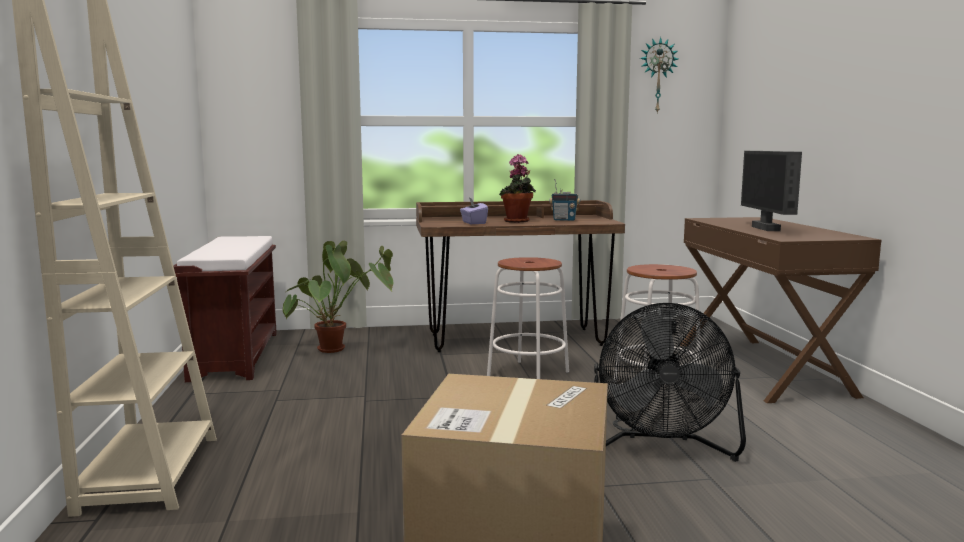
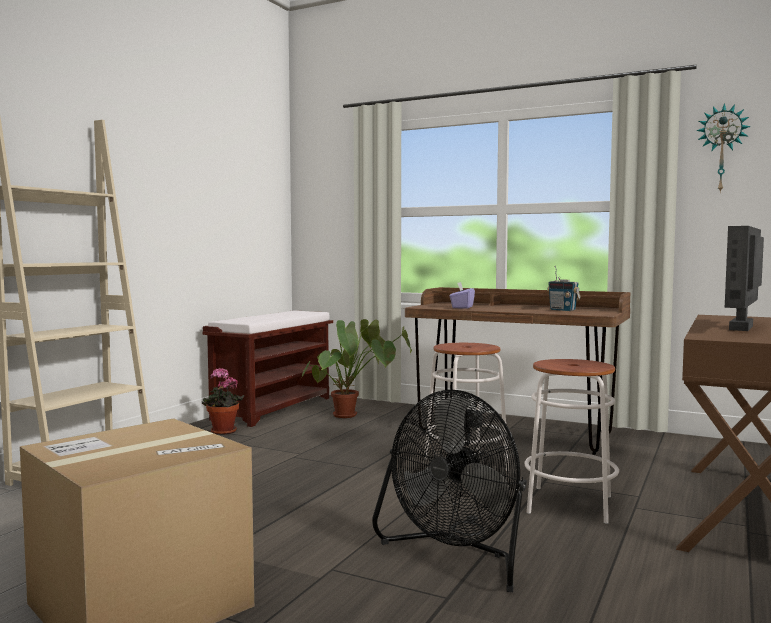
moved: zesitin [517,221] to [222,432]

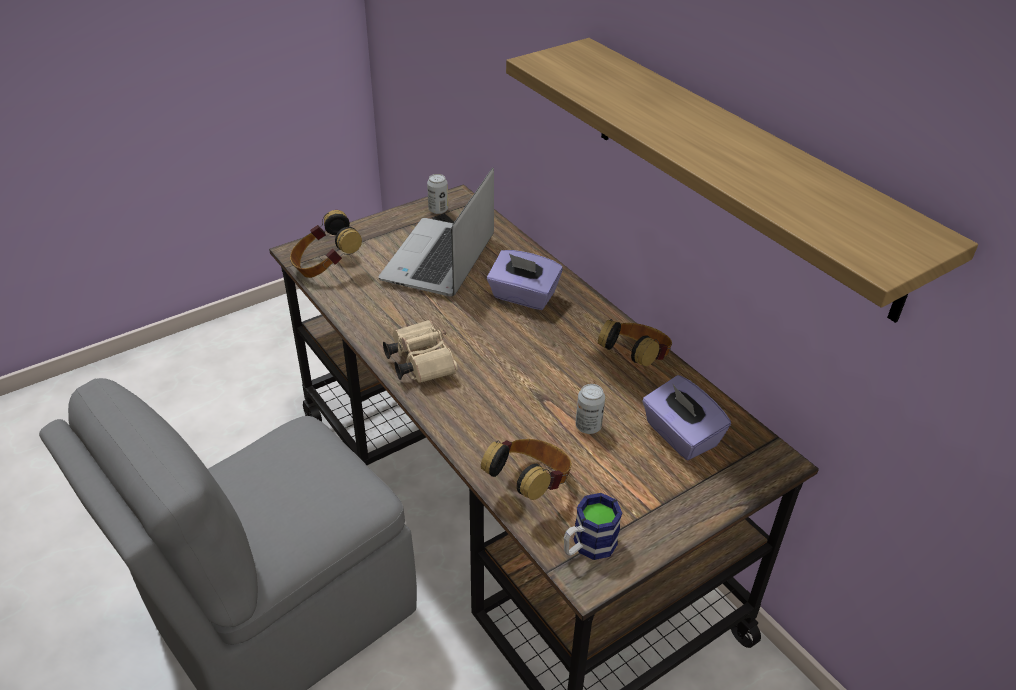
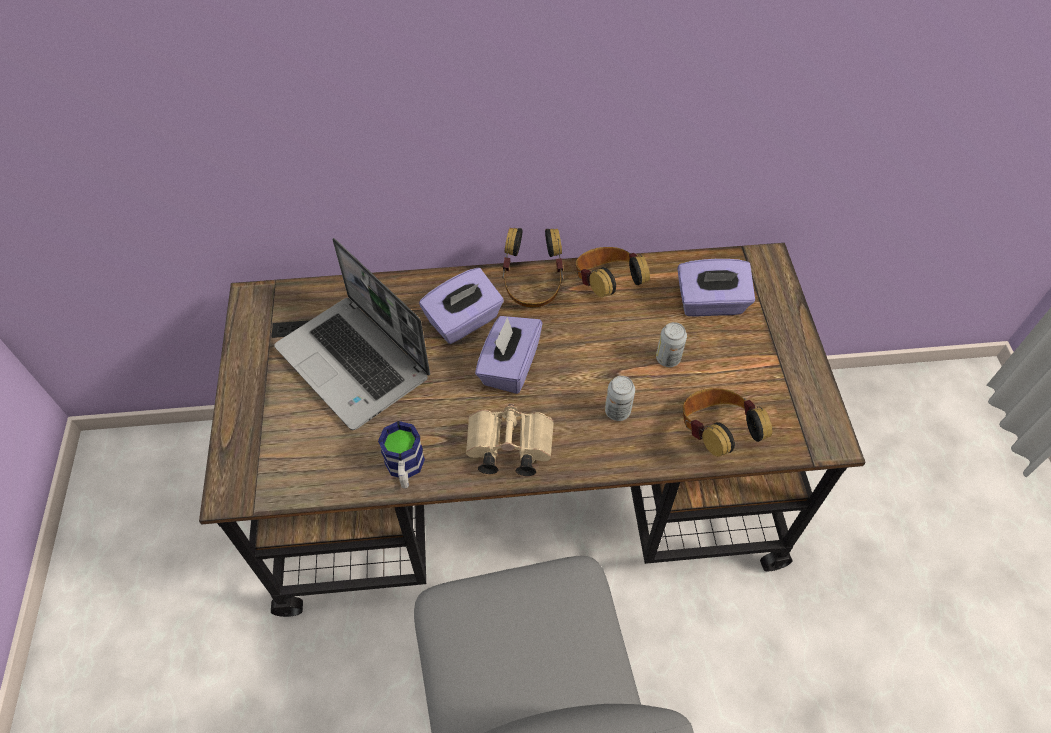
removed: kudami [739,171]
added: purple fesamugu [509,366]
moved: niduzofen [438,210] to [617,411]; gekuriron [325,266] to [532,286]; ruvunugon [587,546] to [405,469]

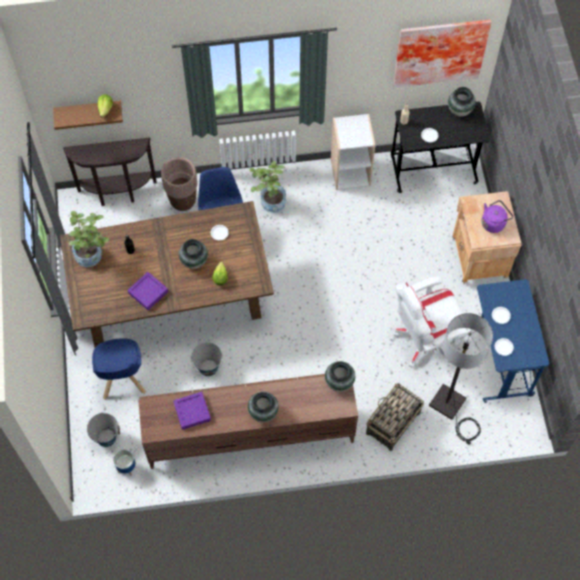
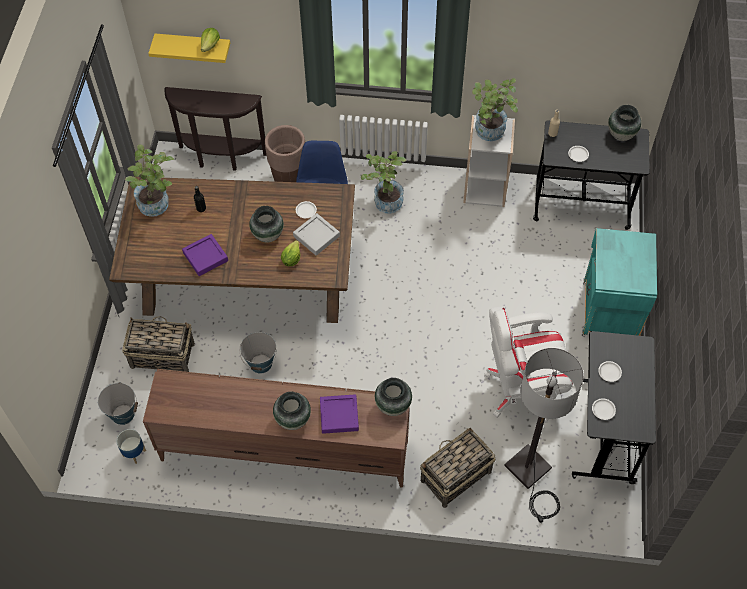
removed: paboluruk [440,50]; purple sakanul [494,223]
added: zesitin [489,133]; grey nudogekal [316,236]
moved: purple nudogekal [192,411] to [339,415]
replaced: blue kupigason [122,380] to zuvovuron [161,355]
recoloured: brown kudami [88,111] to yellow kudami [194,46]; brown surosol [479,259] to turquoise surosol [609,313]; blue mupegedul [499,360] to black mupegedul [603,432]

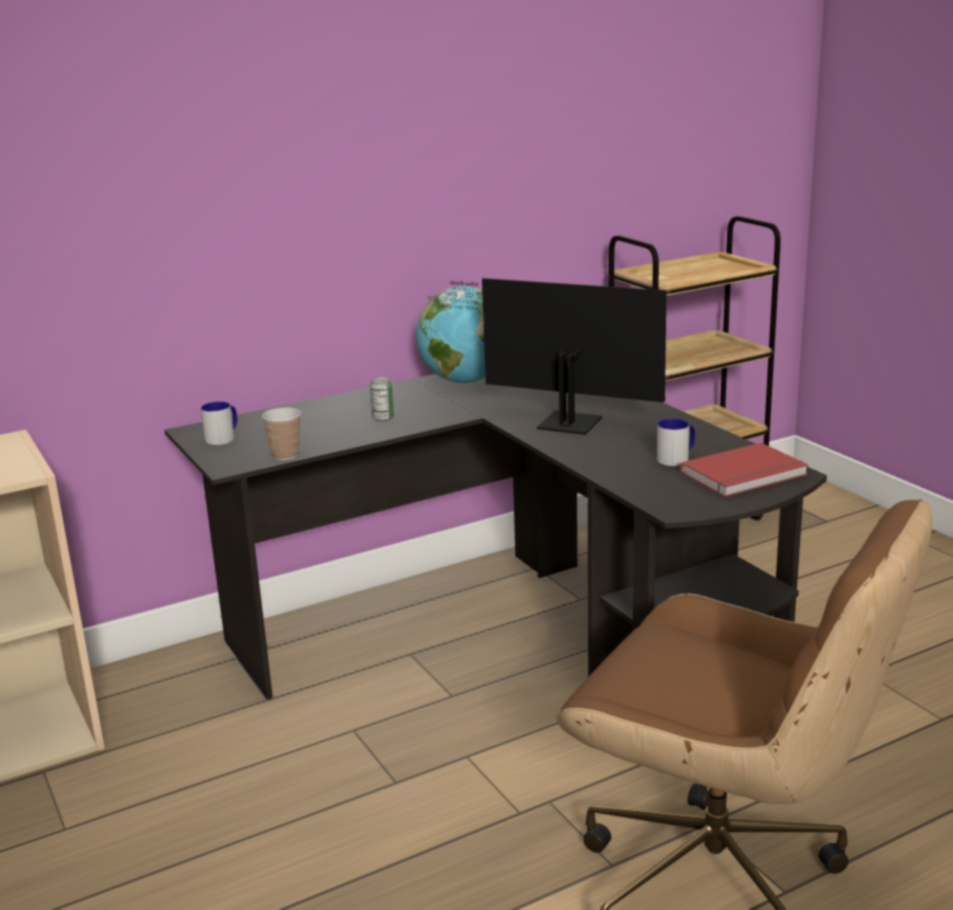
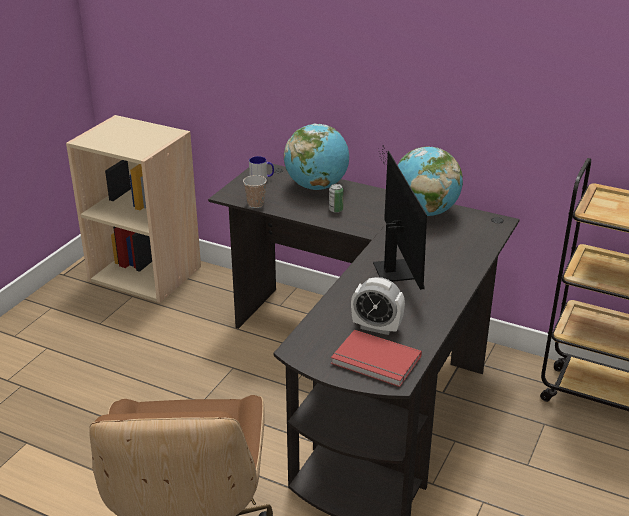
added: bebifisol [317,186]
replaced: ruvunugon [677,458] to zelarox [376,327]

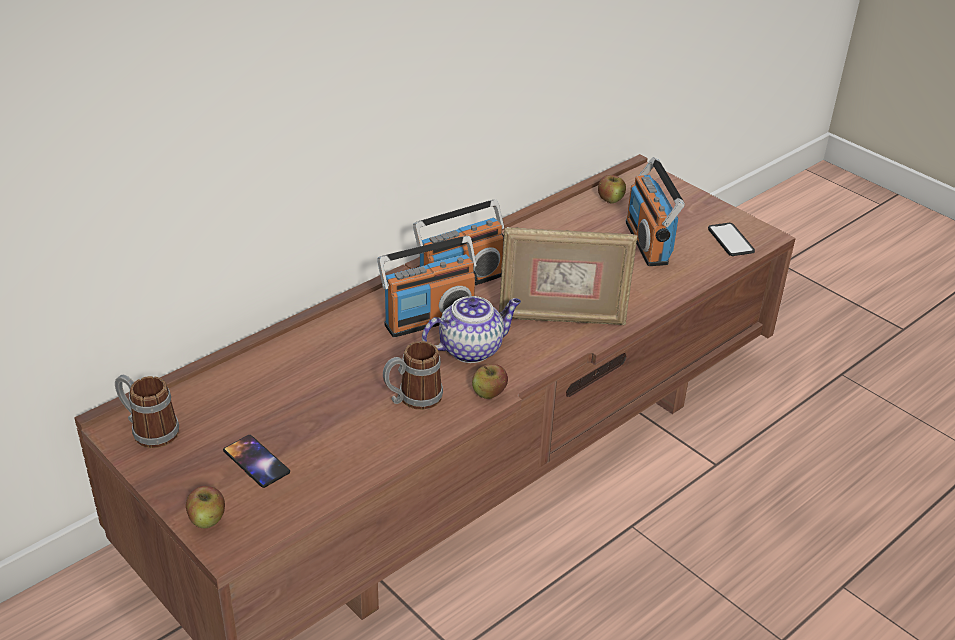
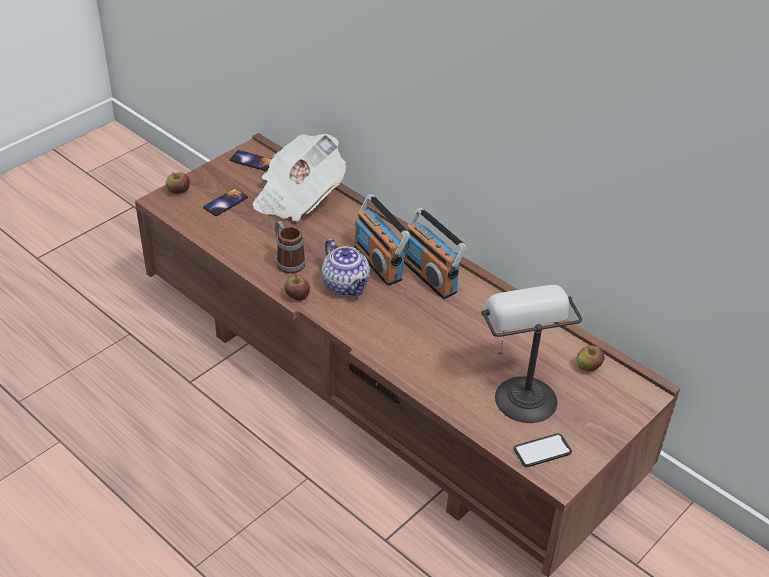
removed: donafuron [561,318]
added: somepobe [298,197]
replaced: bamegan [647,243] to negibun [519,389]; ruvunugon [149,430] to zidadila [251,161]

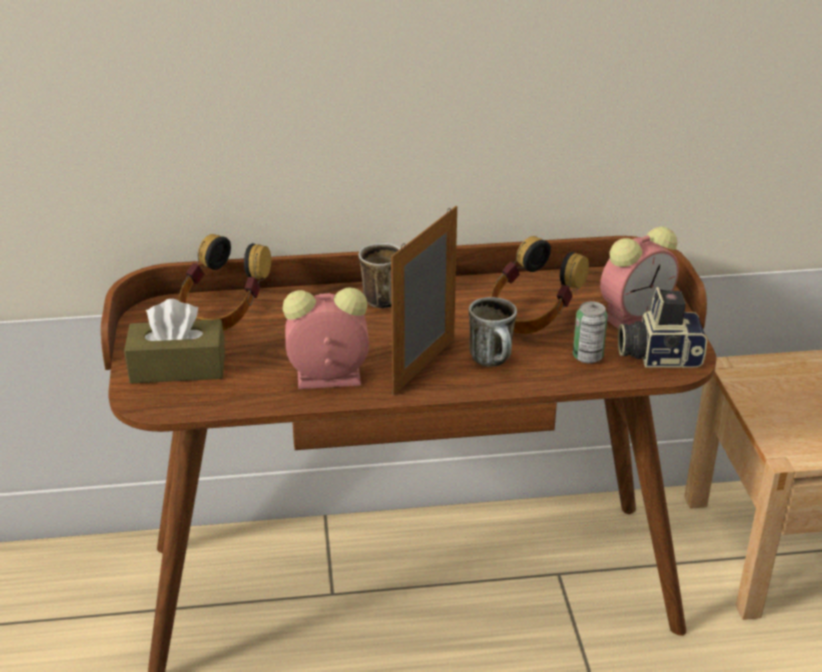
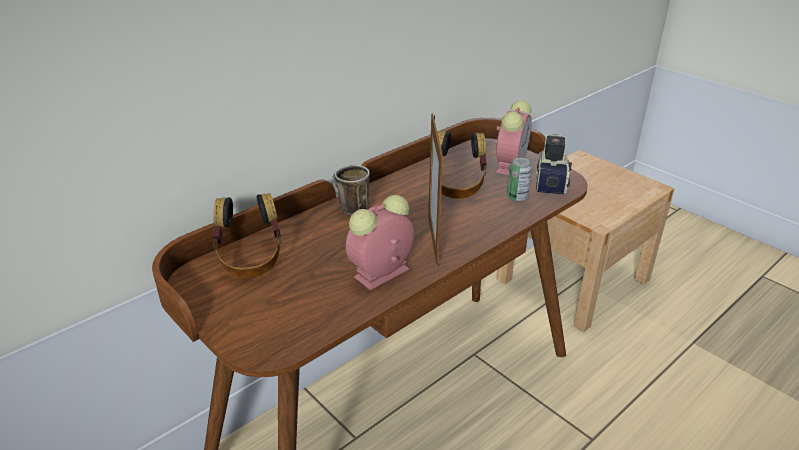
removed: ruvunugon [495,362]; brown fesamugu [178,367]
turned: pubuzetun [658,355] = [551,182] 135 degrees clockwise

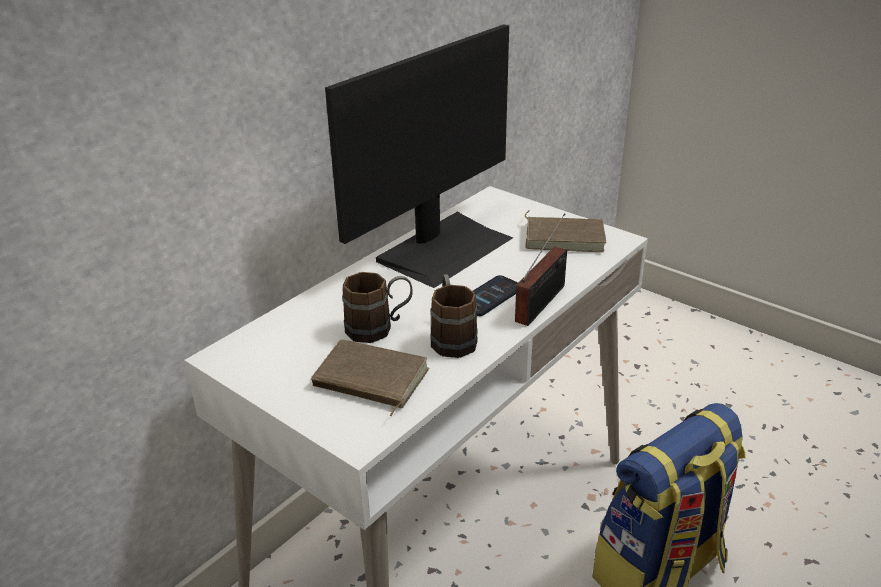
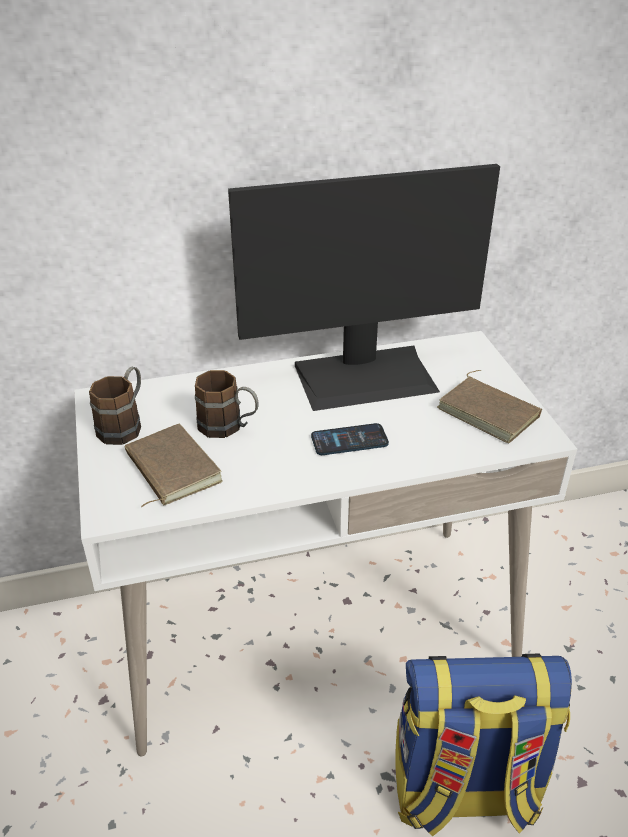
removed: bamegan [543,301]
moved: brown ruvunugon [451,337] to [125,425]

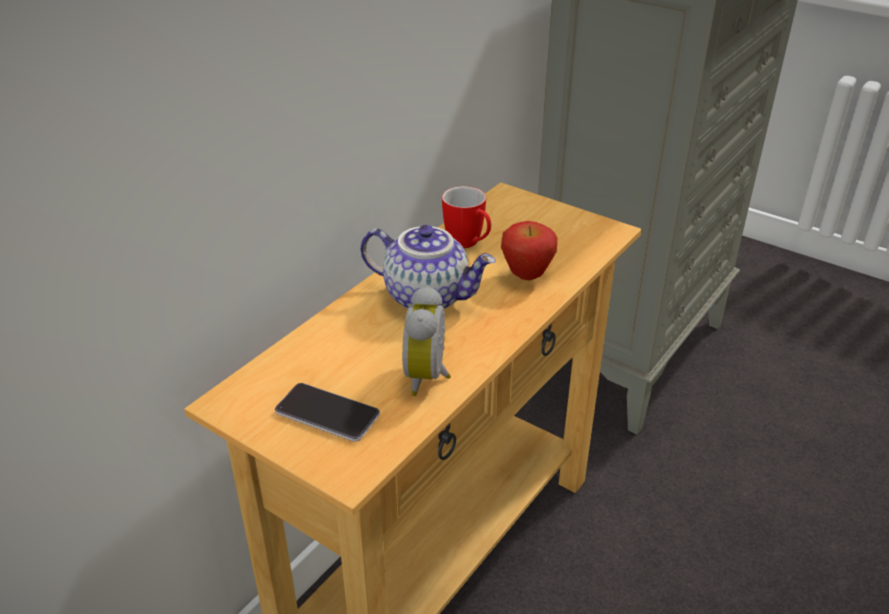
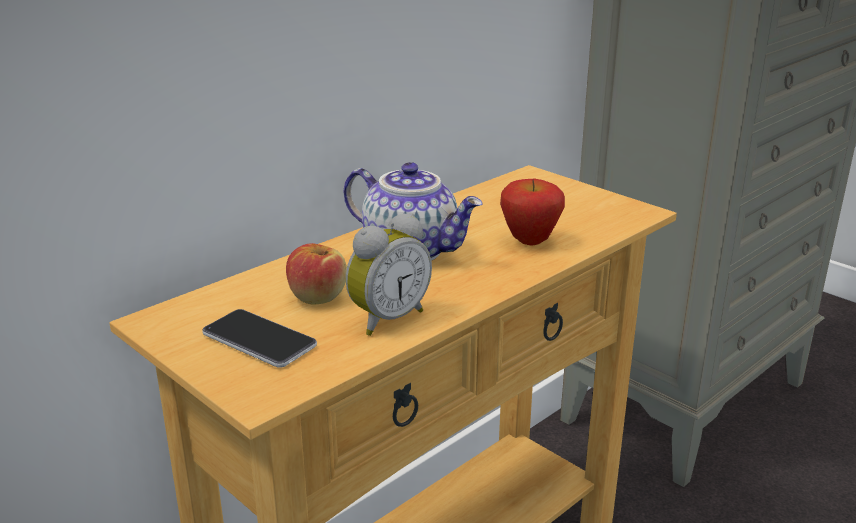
removed: ruvunugon [469,245]
added: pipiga [317,296]
turned: zelarox [429,377] = [386,318] 150 degrees counterclockwise

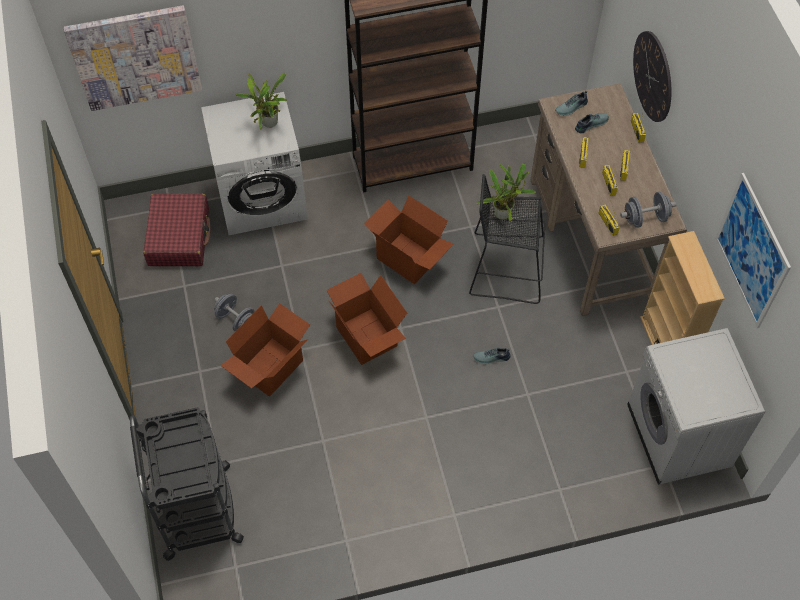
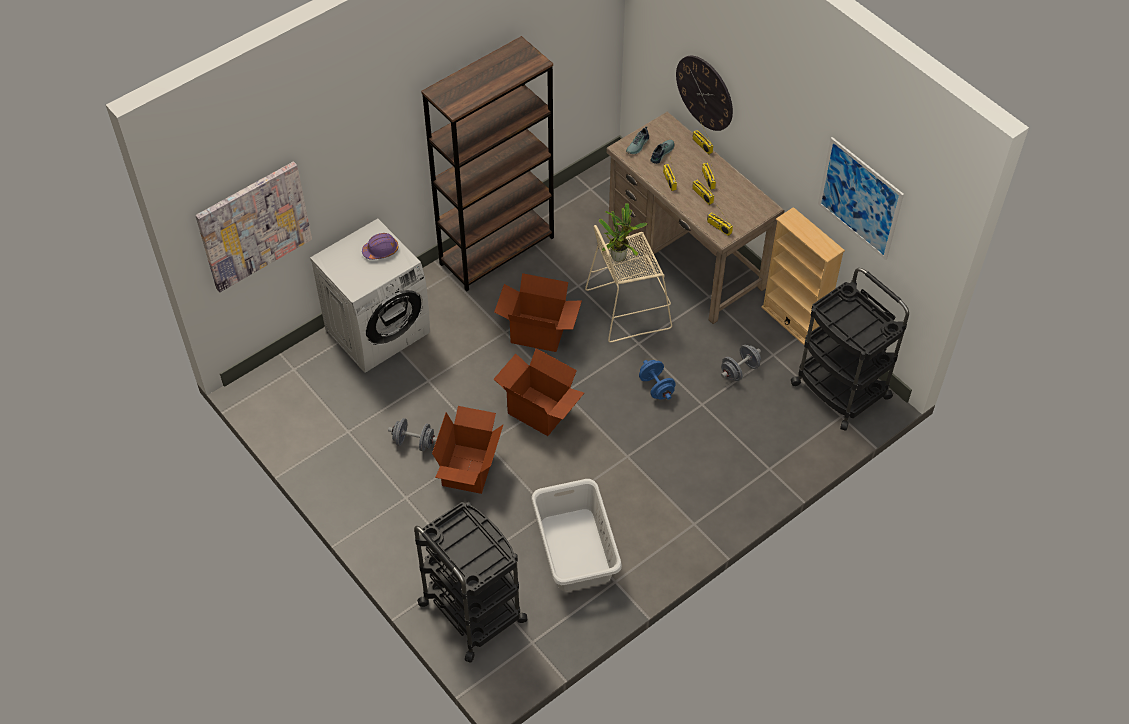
removed: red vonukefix [179,237]
added: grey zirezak [576,549]
moved: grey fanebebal [645,218] to [739,370]
replaced: zesitin [268,124] to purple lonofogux [381,250]; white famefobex [676,436] to black surosol [839,390]; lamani [491,358] to blue fanebebal [656,387]
recoloured: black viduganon [508,266] to beige viduganon [628,307]

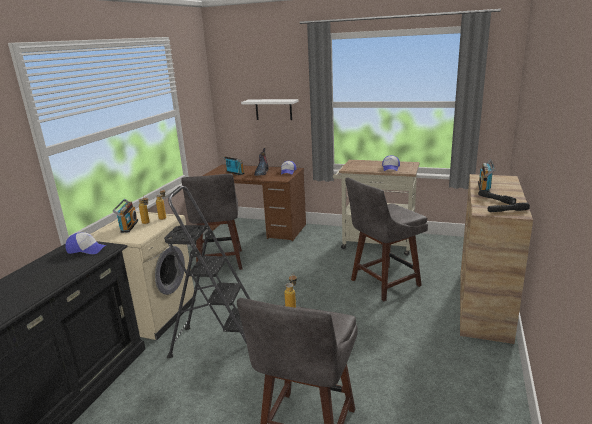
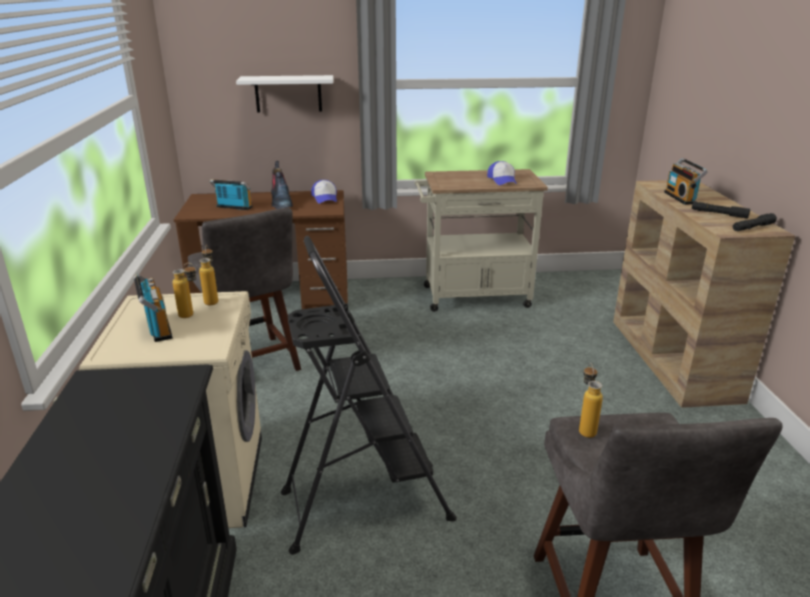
removed: grey viduganon [383,283]; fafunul [86,249]

